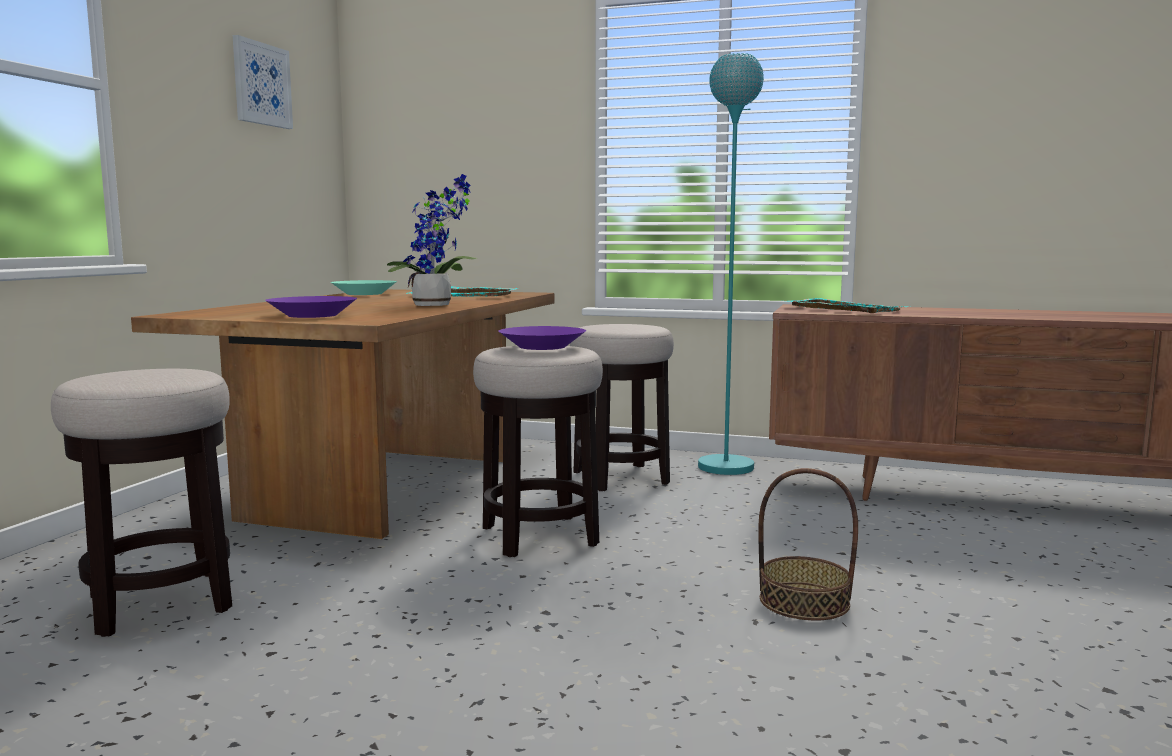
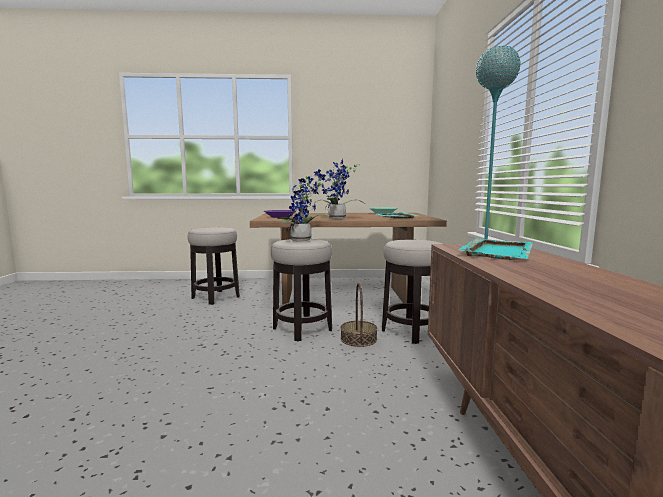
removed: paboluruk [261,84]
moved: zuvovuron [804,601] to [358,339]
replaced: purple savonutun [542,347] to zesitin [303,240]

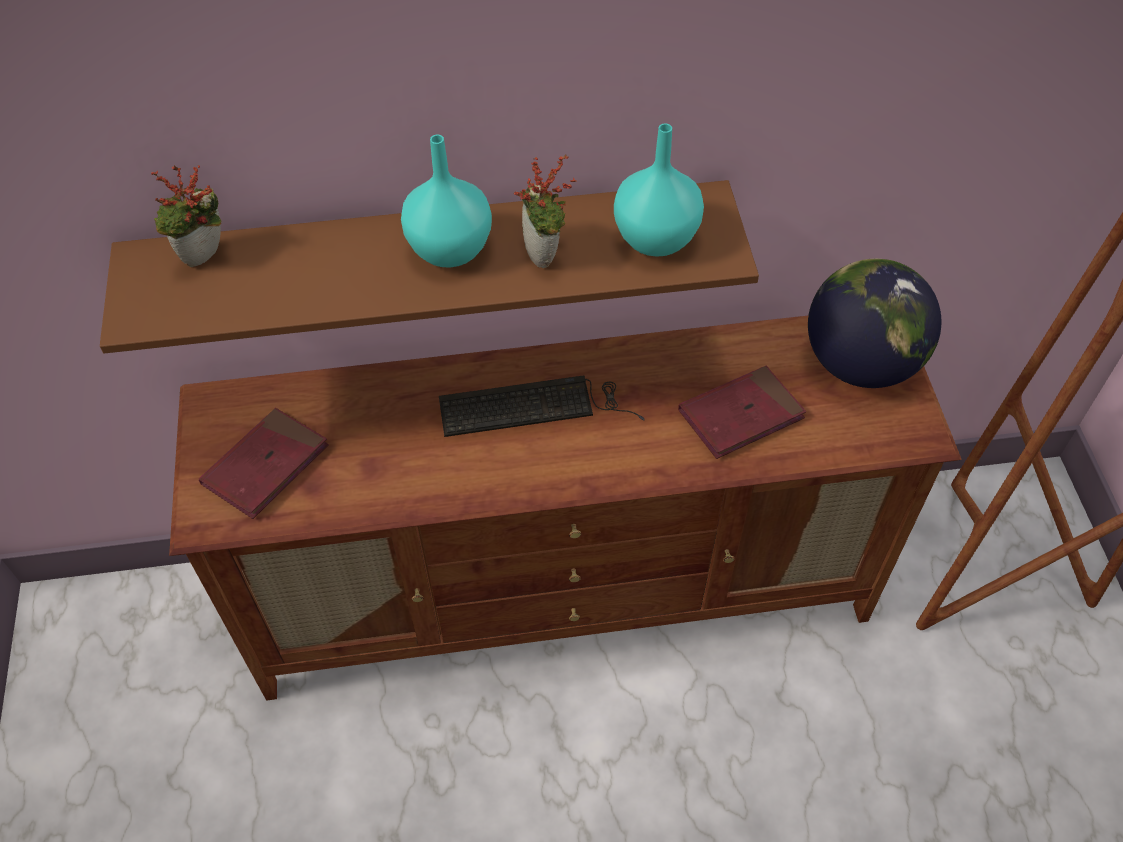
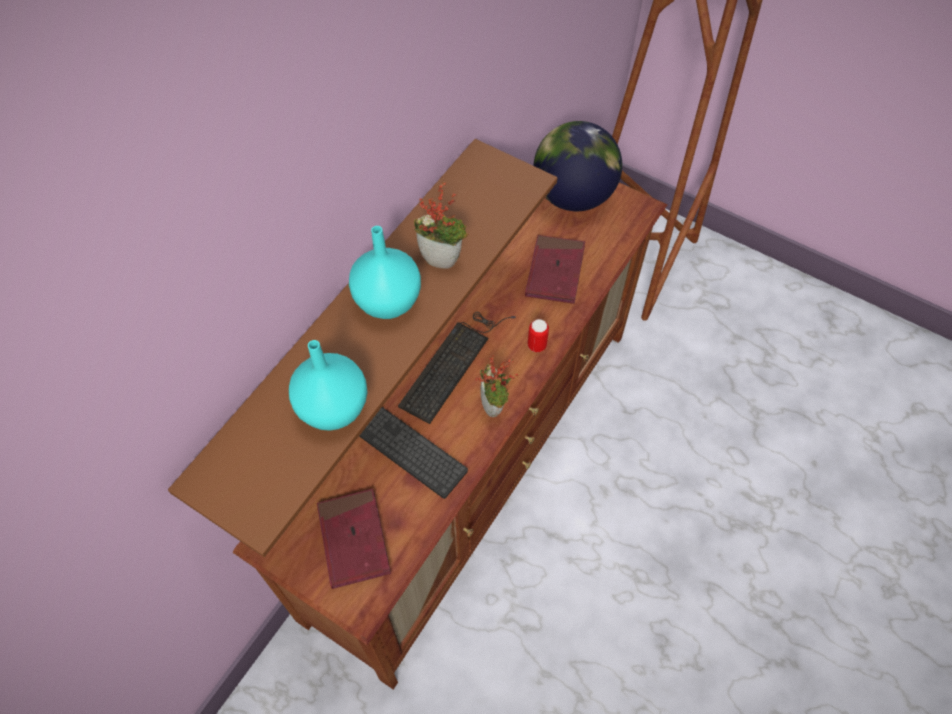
added: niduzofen [537,345]; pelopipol [409,450]
moved: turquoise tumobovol [656,238] to [332,407]; zesitin [205,259] to [494,407]

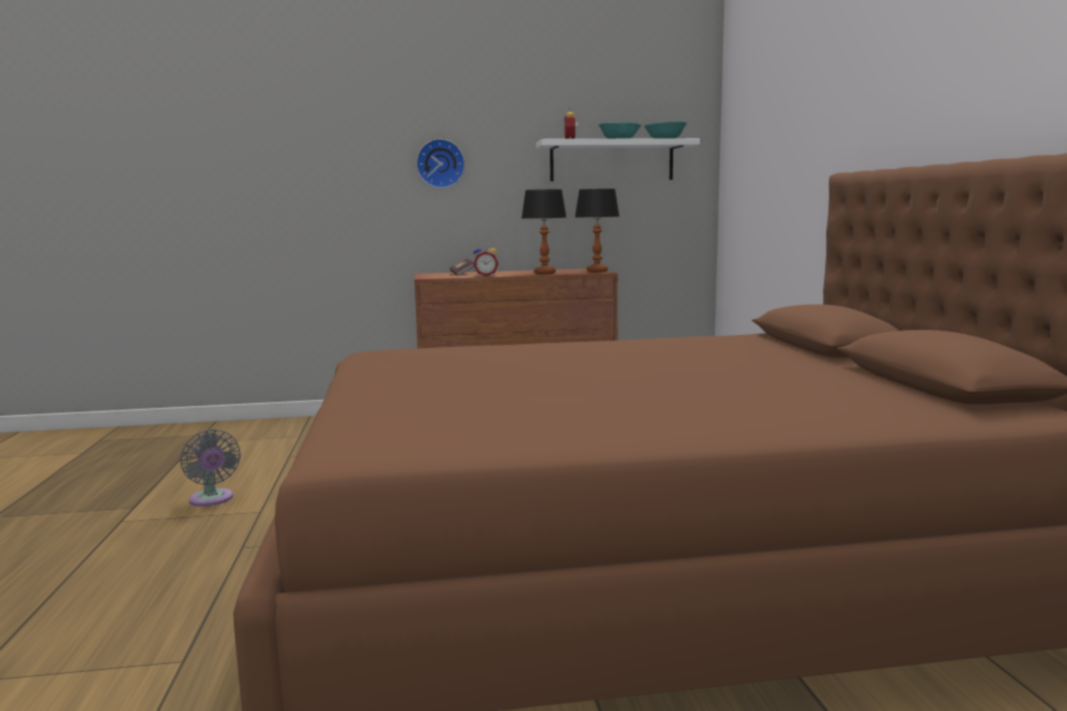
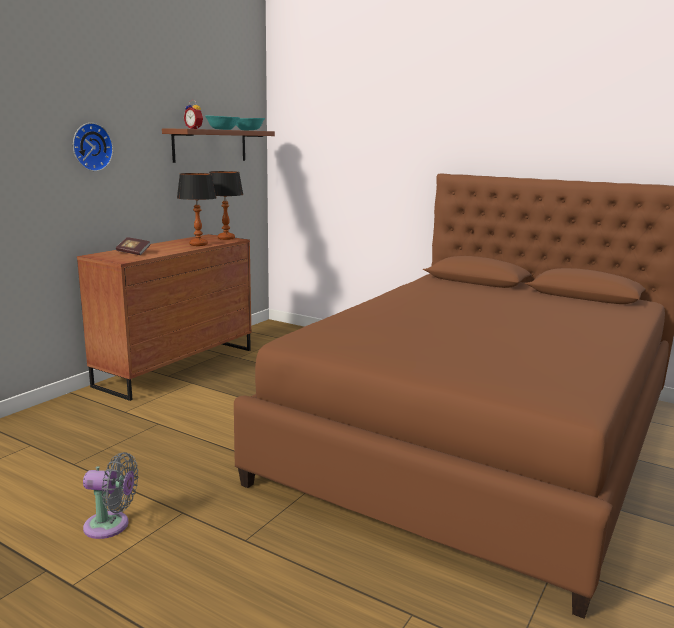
removed: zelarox [486,275]
recoloured: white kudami [612,161] to brown kudami [210,145]

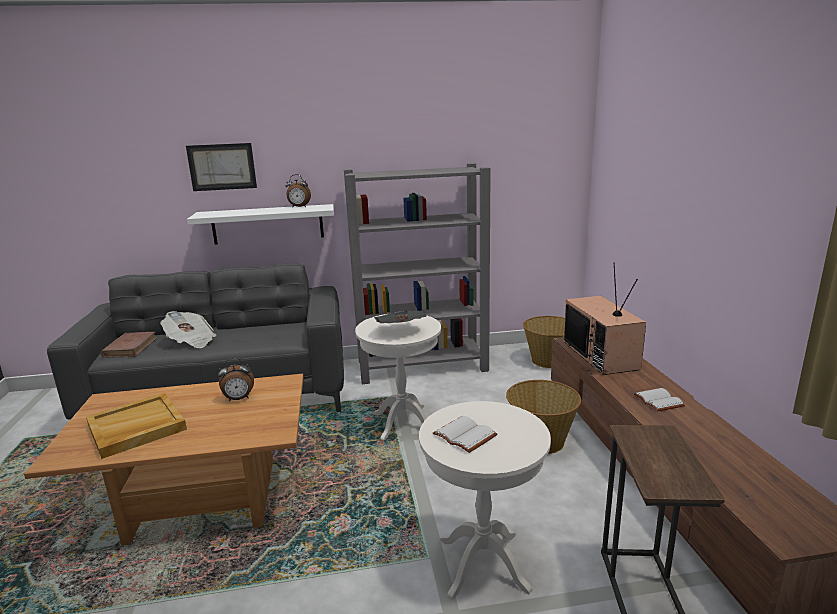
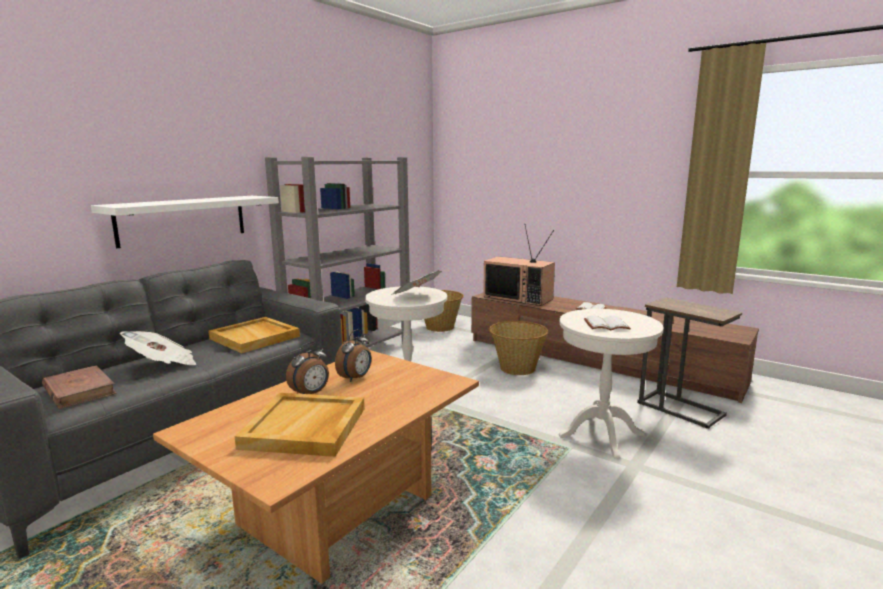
removed: paboluruk [222,167]
added: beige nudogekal [255,337]
moved: zelarox [299,207] to [310,393]

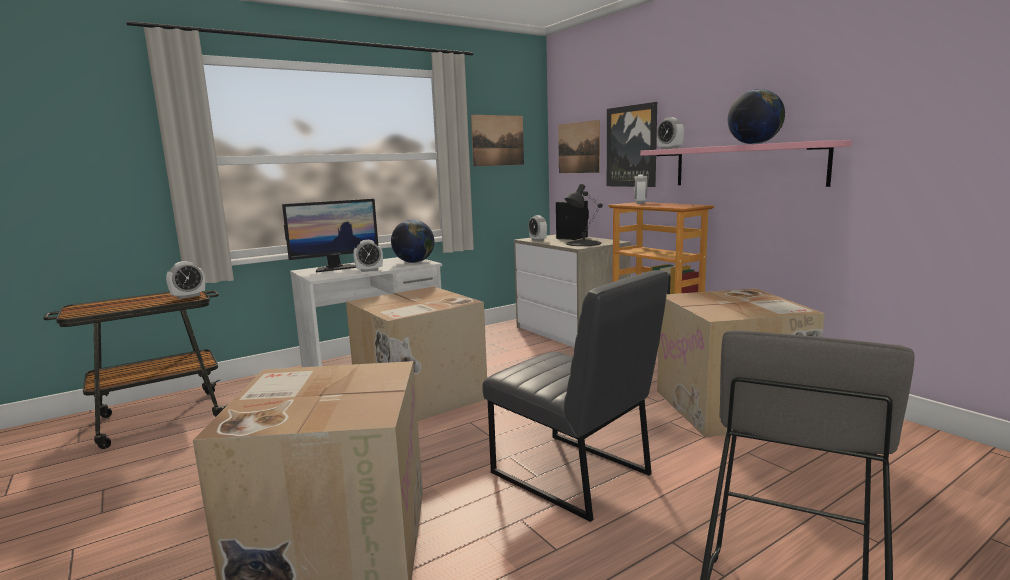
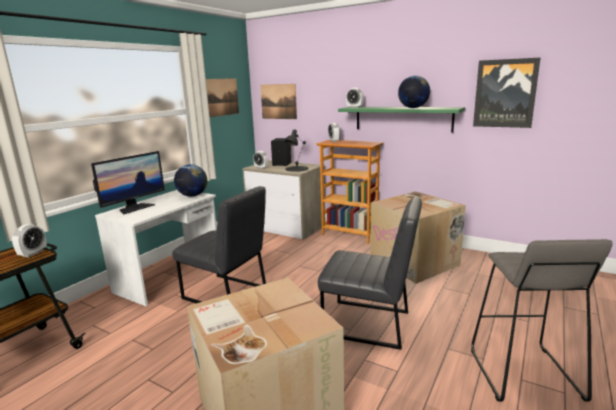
removed: zelarox [369,270]
moved: paboluruk [632,146] to [505,93]
replaced: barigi [419,397] to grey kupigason [226,294]
recoloured: pink kudami [746,165] to green kudami [402,118]

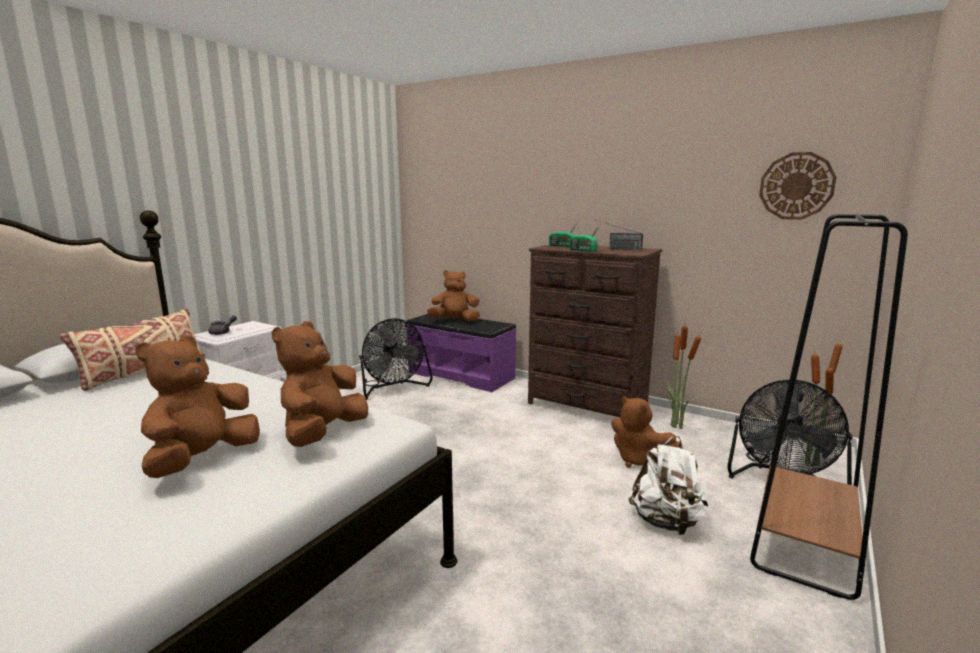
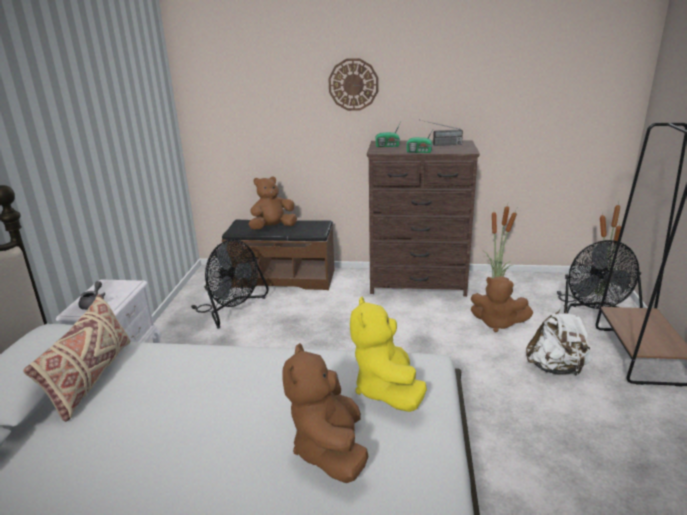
moved: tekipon [796,186] to [353,84]
recoloured: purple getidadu [461,375] to brown getidadu [283,278]; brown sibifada [323,433] to yellow sibifada [386,390]

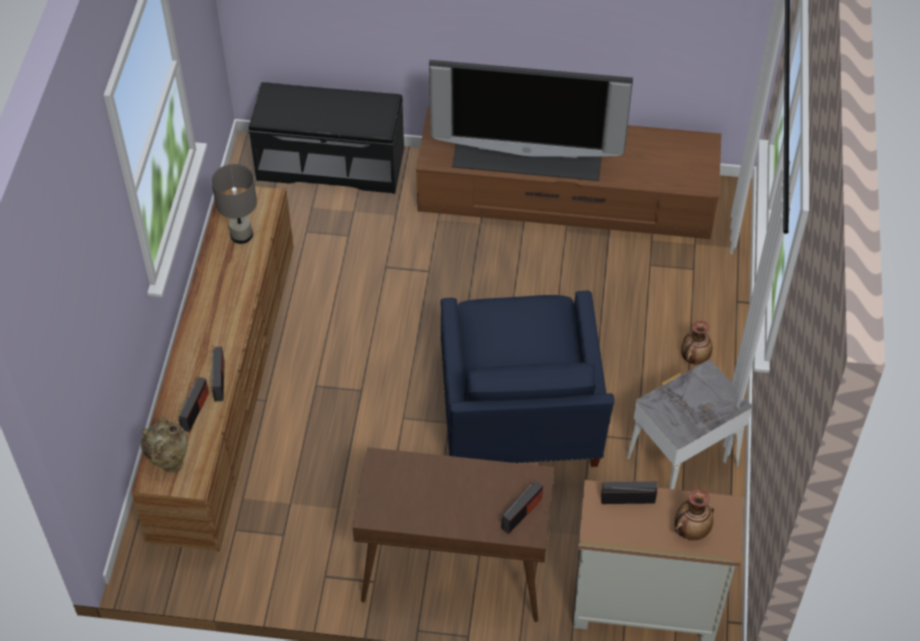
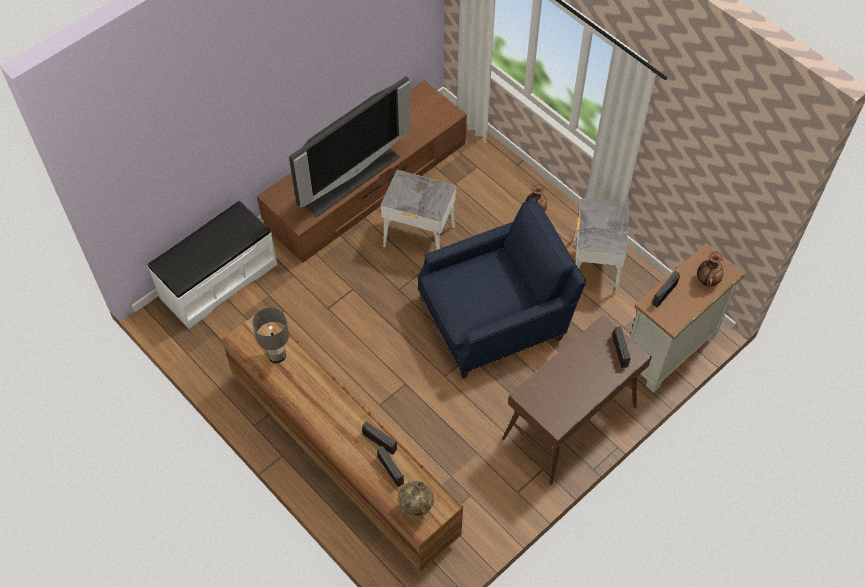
added: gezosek [419,237]
recoloured: black getidadu [331,163] to white getidadu [218,280]
turned: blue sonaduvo [519,413] = [495,317] 60 degrees counterclockwise

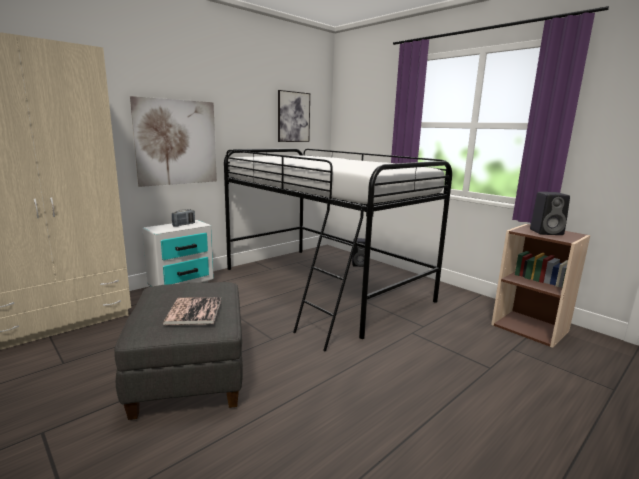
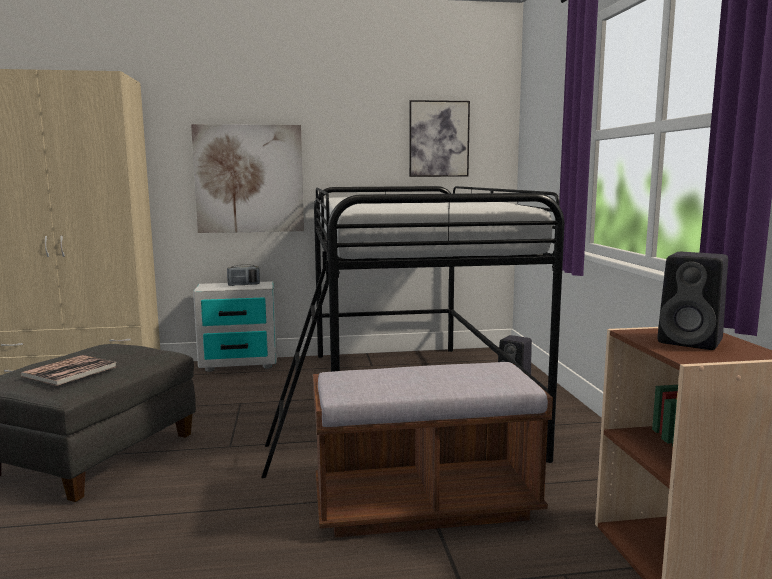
added: brown getidadu [424,504]

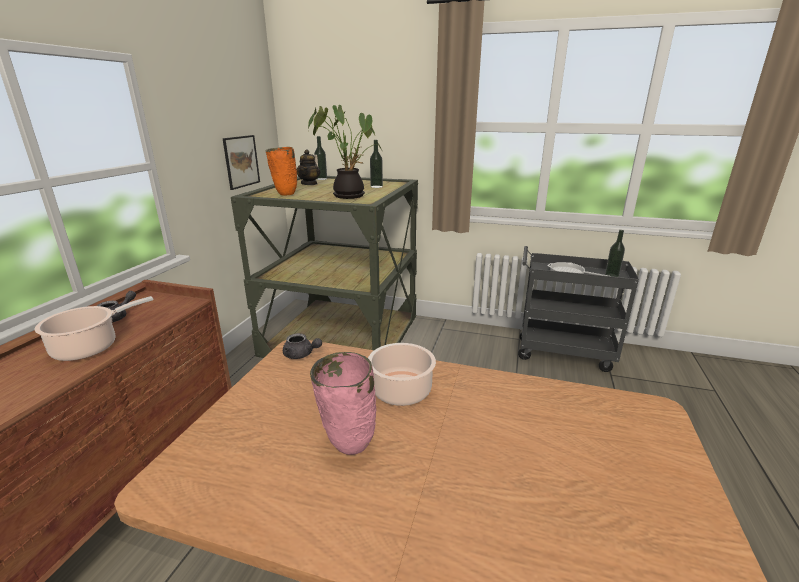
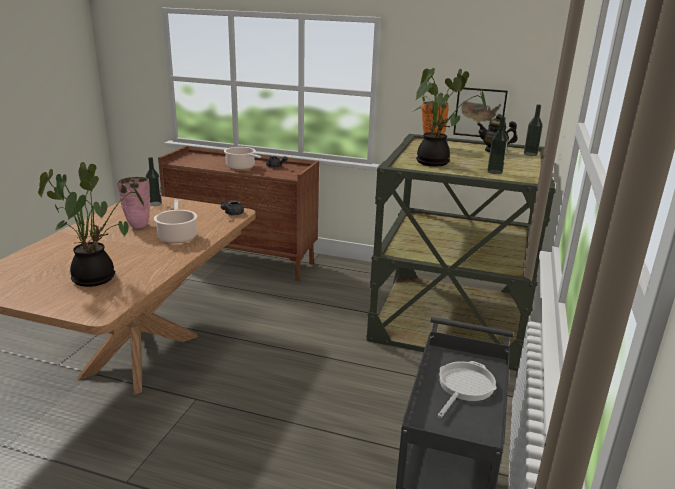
added: zesitin [97,277]
moved: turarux [611,276] to [155,204]

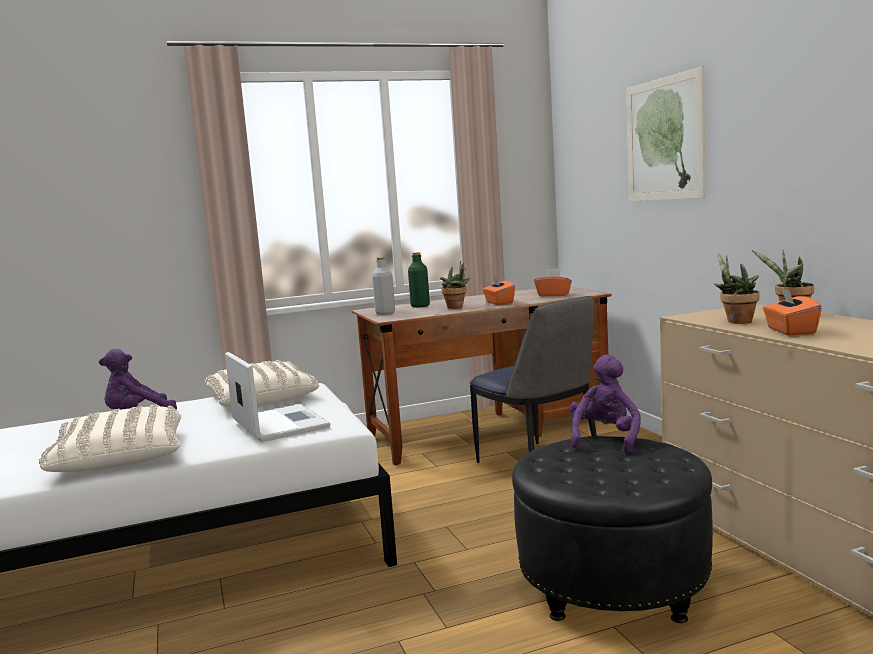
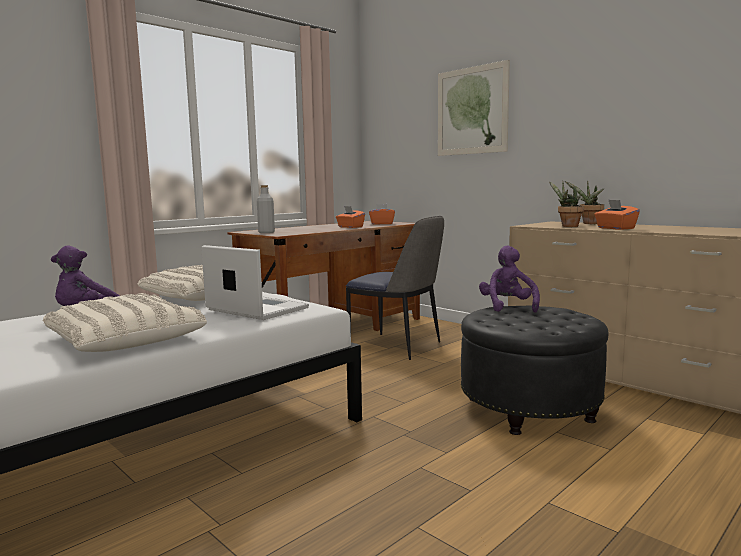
removed: green turarux [420,306]; zesitin [457,307]

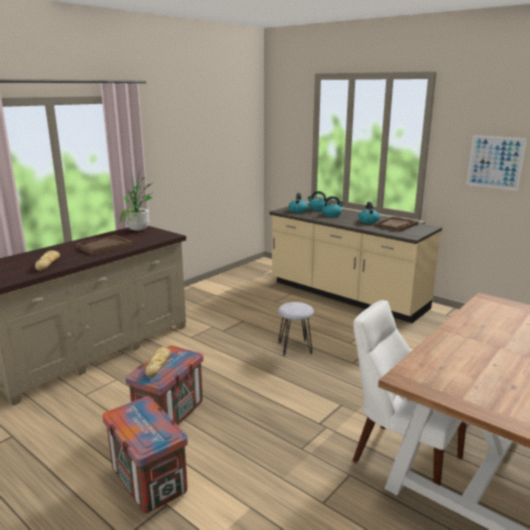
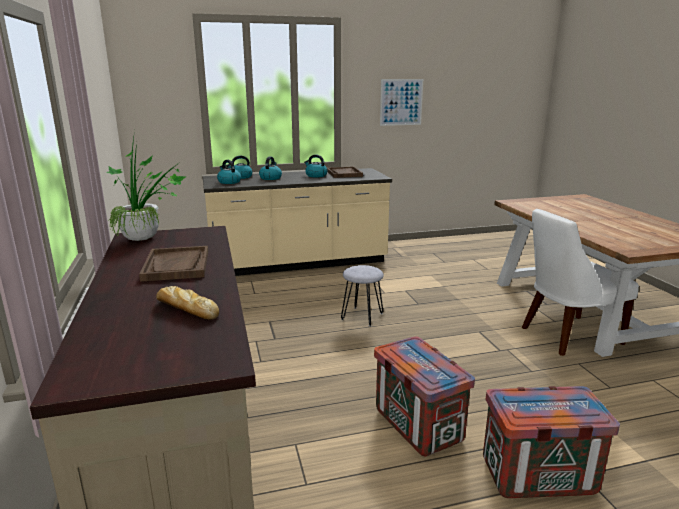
removed: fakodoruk [158,364]

